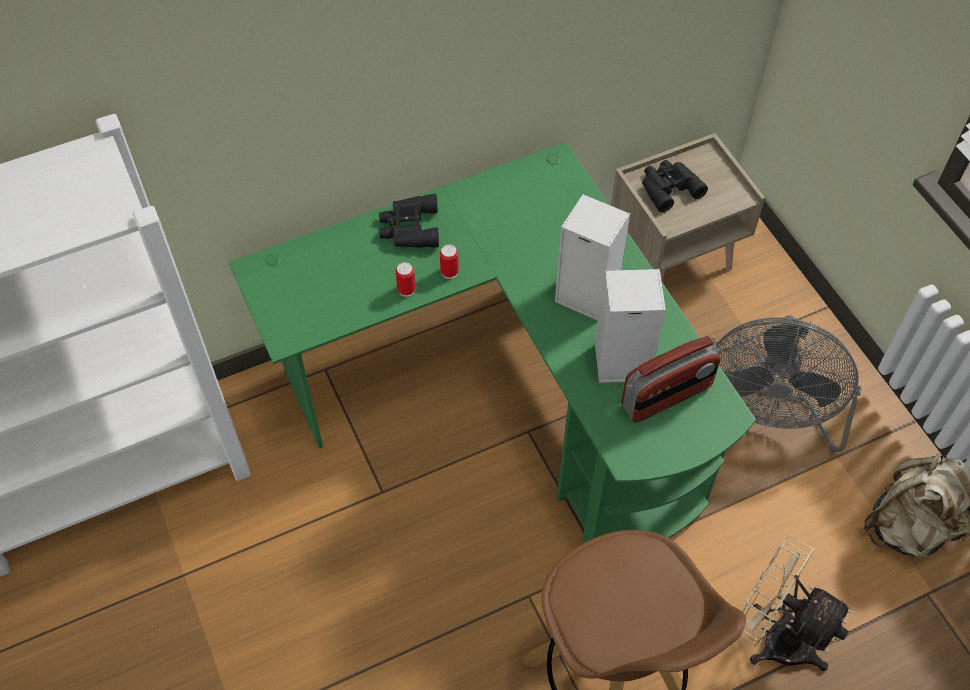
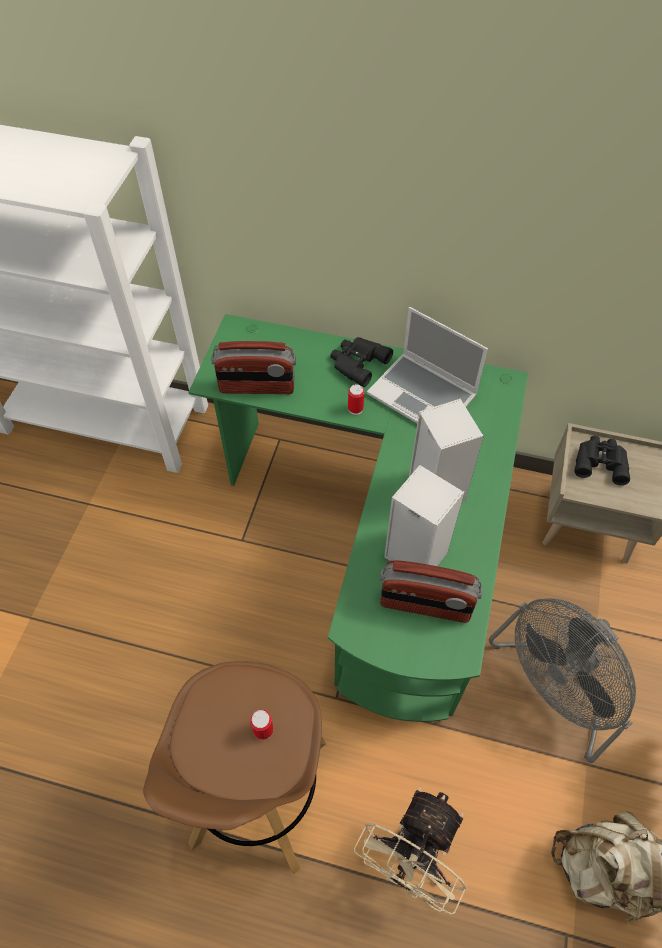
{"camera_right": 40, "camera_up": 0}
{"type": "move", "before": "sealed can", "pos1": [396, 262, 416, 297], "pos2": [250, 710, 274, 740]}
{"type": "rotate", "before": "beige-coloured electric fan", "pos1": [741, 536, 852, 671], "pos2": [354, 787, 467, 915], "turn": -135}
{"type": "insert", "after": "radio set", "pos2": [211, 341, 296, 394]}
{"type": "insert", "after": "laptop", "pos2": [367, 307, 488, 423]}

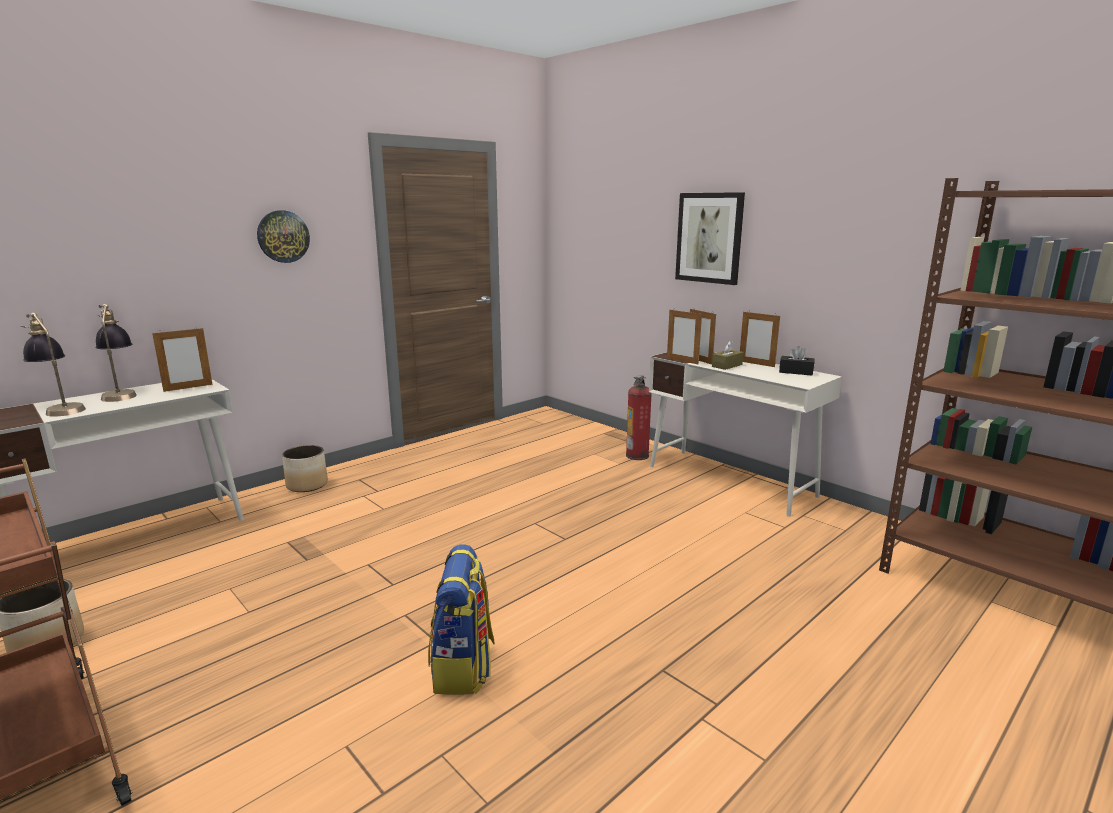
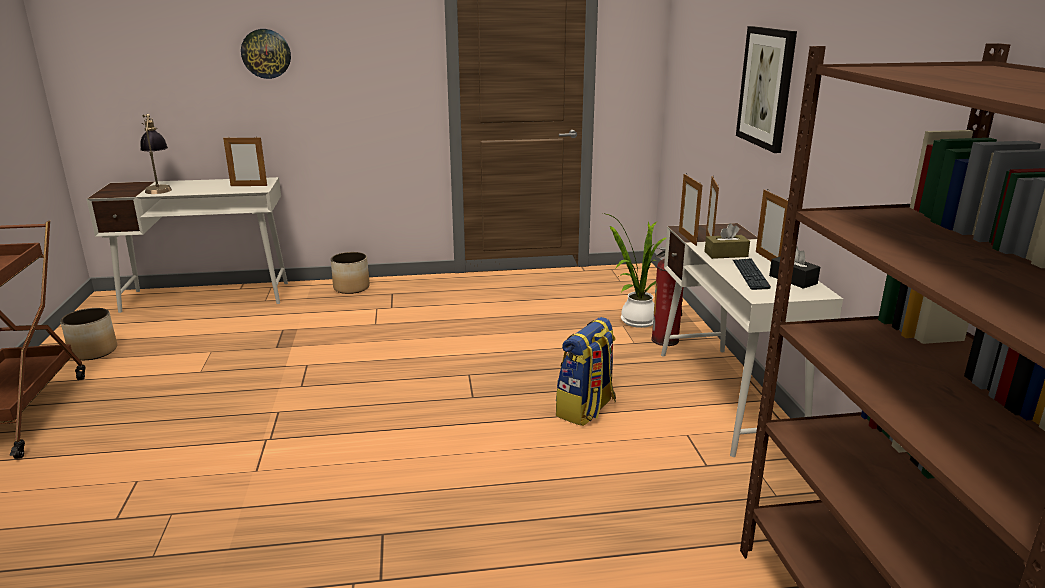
{"camera_right": 35, "camera_up": 5}
{"type": "delete", "before": "lamp for a table", "pos1": [96, 304, 137, 402]}
{"type": "move", "before": "hanging clock", "pos1": [257, 210, 310, 263], "pos2": [241, 29, 291, 79]}
{"type": "move", "before": "backpack", "pos1": [428, 544, 495, 695], "pos2": [556, 317, 616, 426]}
{"type": "insert", "after": "houseplant", "pos2": [603, 213, 666, 328]}
{"type": "insert", "after": "keyboard", "pos2": [733, 258, 771, 290]}

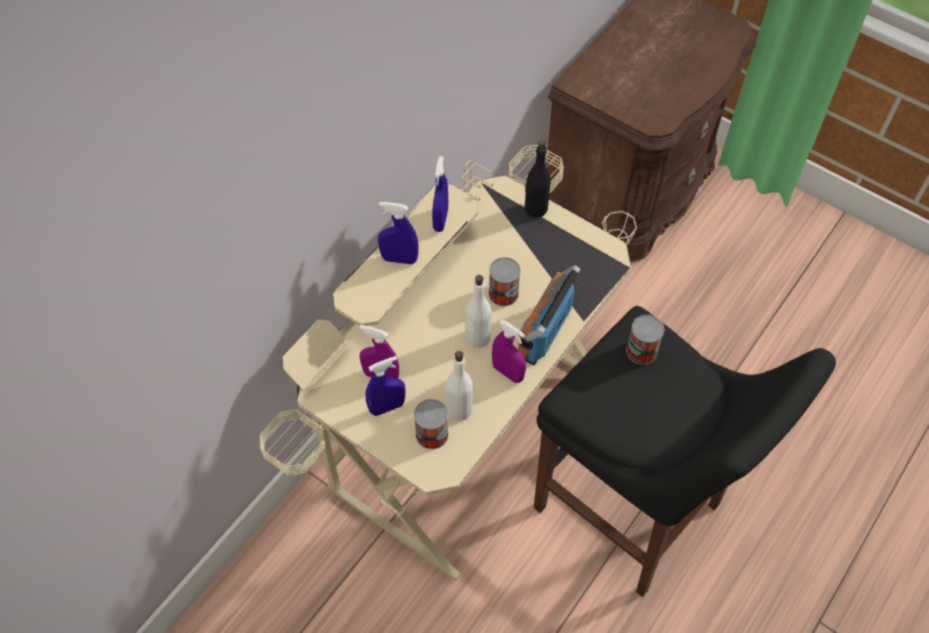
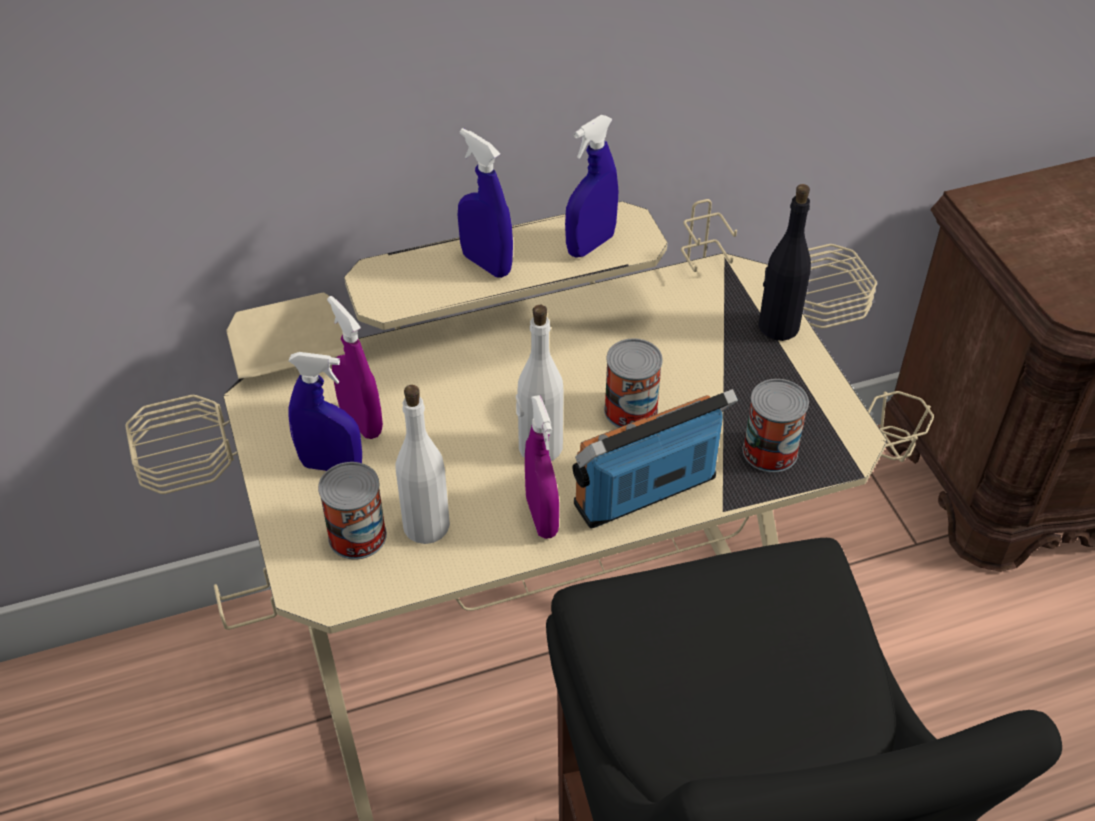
{"camera_right": 35, "camera_up": -10}
{"type": "move", "before": "sealed can", "pos1": [626, 315, 664, 365], "pos2": [743, 379, 809, 473]}

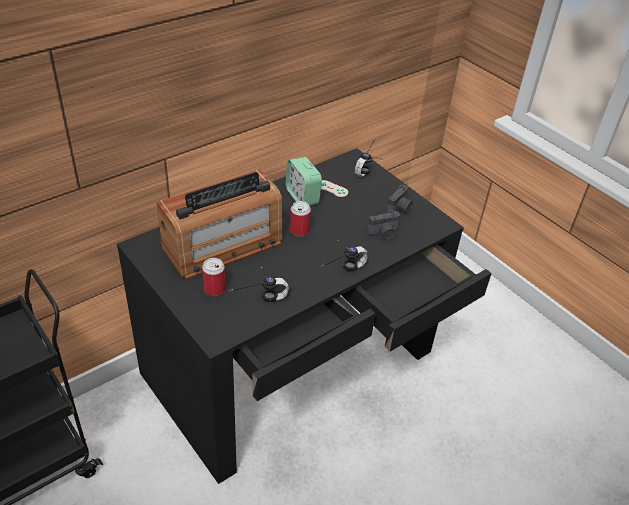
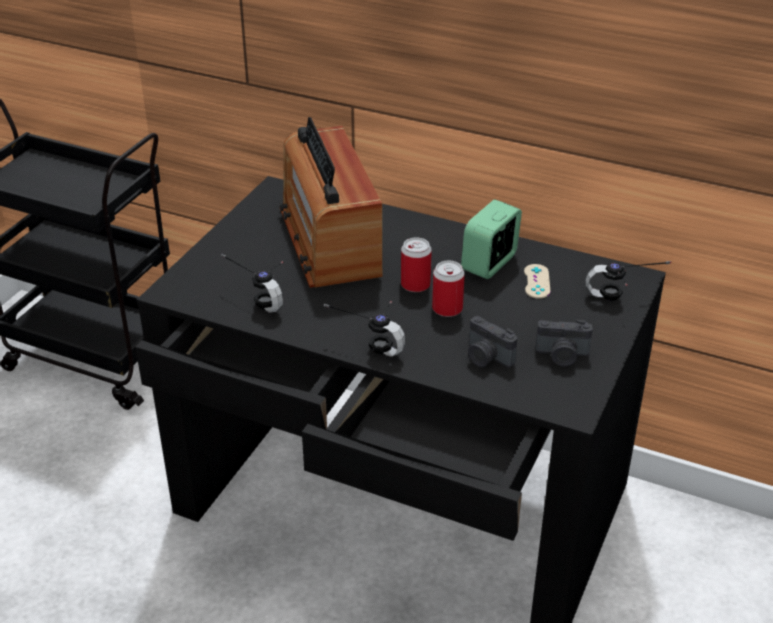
{"camera_right": 65, "camera_up": -5}
{"type": "rotate", "before": "radio set", "pos1": [157, 169, 282, 280], "pos2": [280, 117, 382, 288], "turn": 45}
{"type": "move", "before": "sealed can", "pos1": [202, 258, 225, 296], "pos2": [432, 261, 465, 317]}

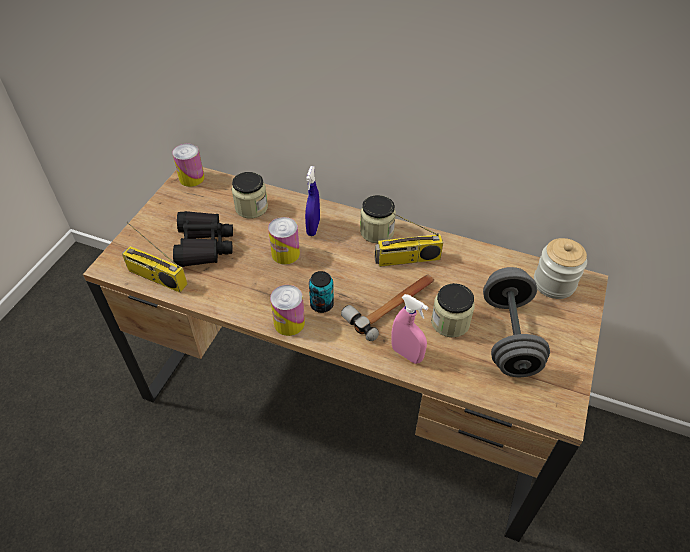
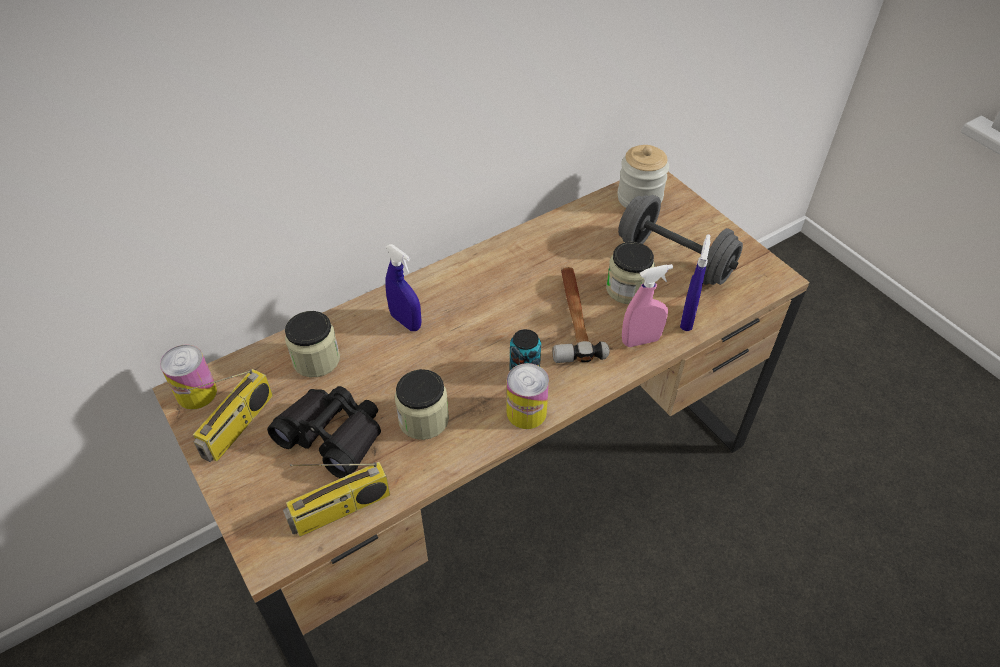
{"camera_right": -55, "camera_up": 0}
{"type": "delete", "before": "sealed can", "pos1": [268, 217, 300, 265]}
{"type": "move", "before": "jar", "pos1": [360, 195, 396, 243], "pos2": [395, 369, 449, 440]}
{"type": "move", "before": "radio set", "pos1": [375, 212, 443, 267], "pos2": [188, 369, 273, 462]}
{"type": "insert", "after": "blue-coloured spray bottle", "pos2": [680, 234, 710, 331]}

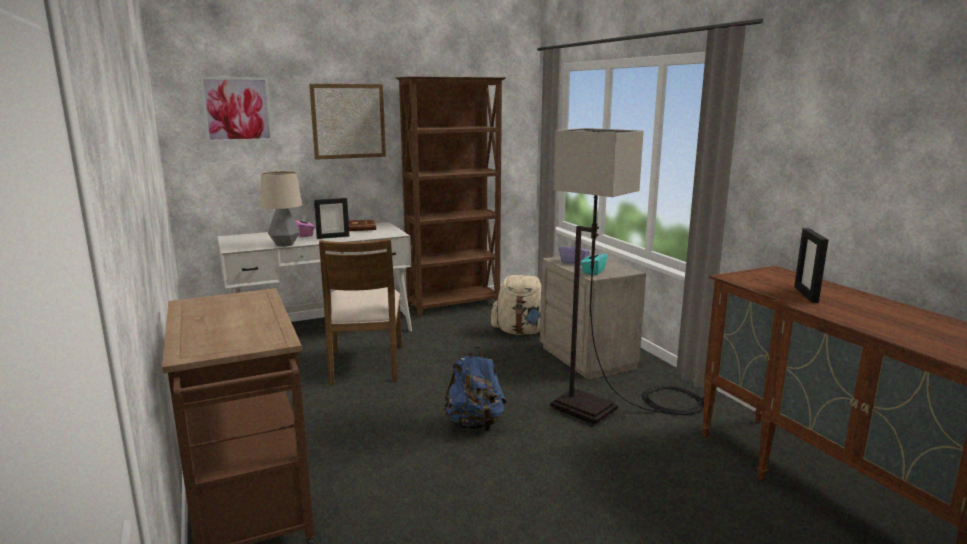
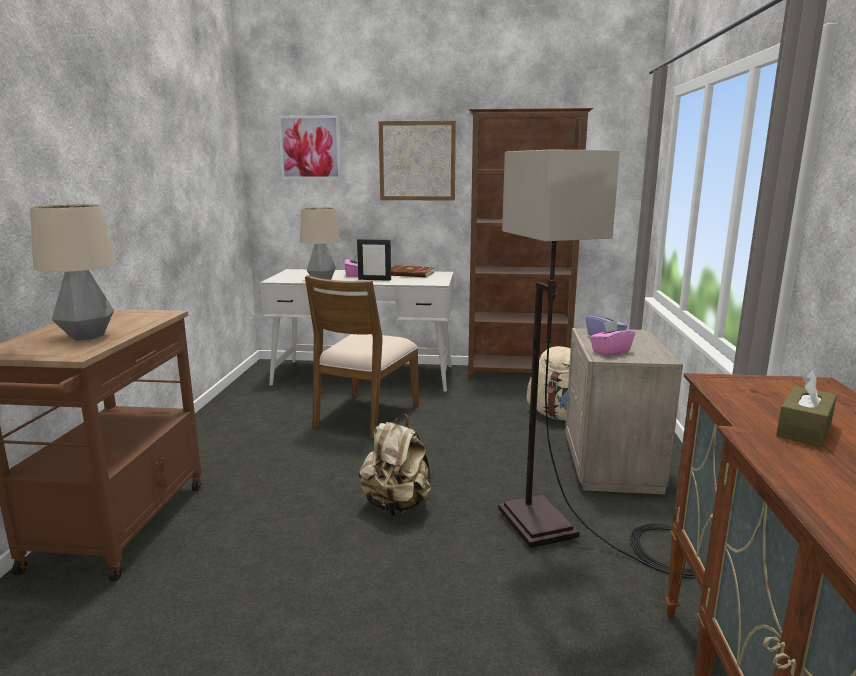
{"camera_right": 30, "camera_up": 0}
{"type": "recolor", "before": "blue-coloured backpack", "after": "beige-coloured backpack", "pos1": [441, 346, 507, 432], "pos2": [359, 414, 431, 516]}
{"type": "recolor", "before": "turquoise box of tissues", "after": "pink-coloured box of tissues", "pos1": [581, 249, 607, 275], "pos2": [590, 320, 635, 356]}
{"type": "replace", "before": "picture frame", "after": "brownish box of tissues", "pos1": [794, 228, 828, 303], "pos2": [776, 370, 837, 447]}
{"type": "insert", "after": "lamp for a table", "pos2": [30, 204, 116, 340]}

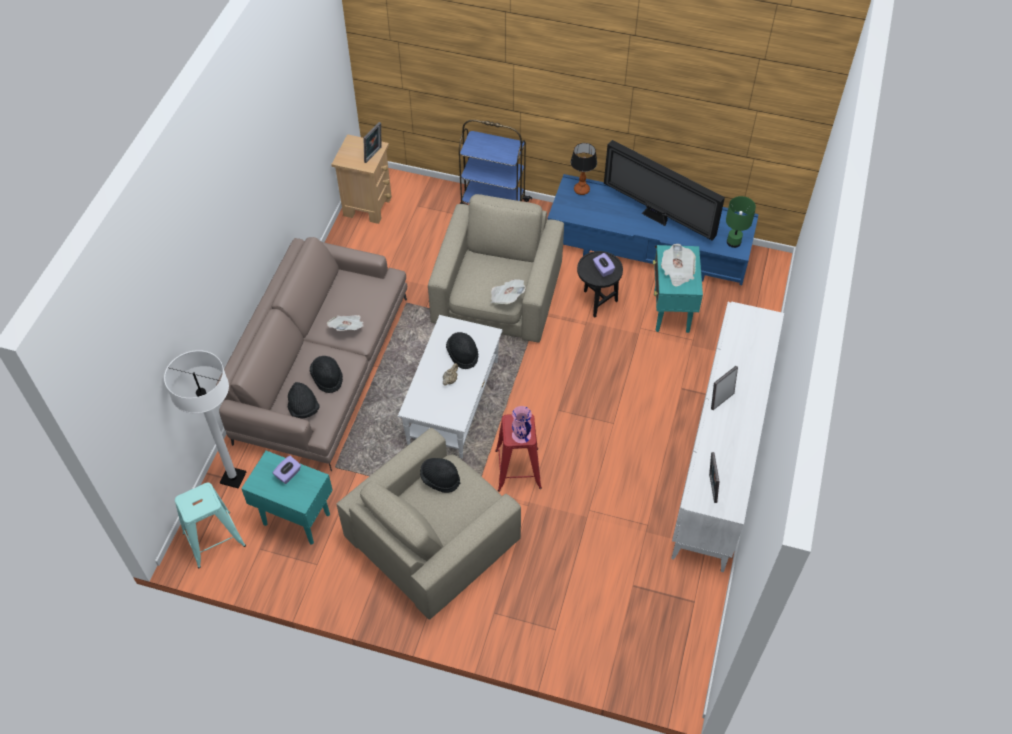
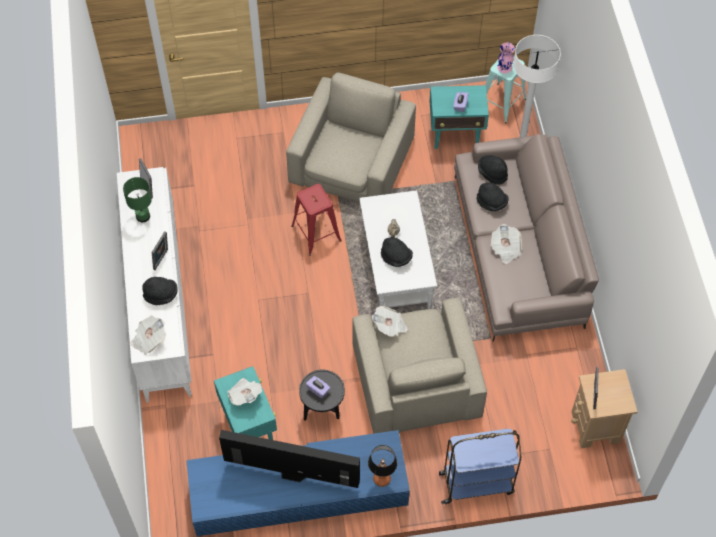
{"camera_right": 155, "camera_up": 5}
{"type": "move", "before": "black-coloured hat", "pos1": [420, 458, 460, 493], "pos2": [142, 277, 178, 305]}
{"type": "move", "before": "pink-coloured decorative vase", "pos1": [512, 406, 532, 443], "pos2": [497, 42, 515, 73]}
{"type": "move", "before": "green-coloured lamp for a table", "pos1": [726, 196, 756, 248], "pos2": [123, 177, 152, 222]}
{"type": "insert", "after": "daily paper", "pos2": [130, 316, 166, 355]}

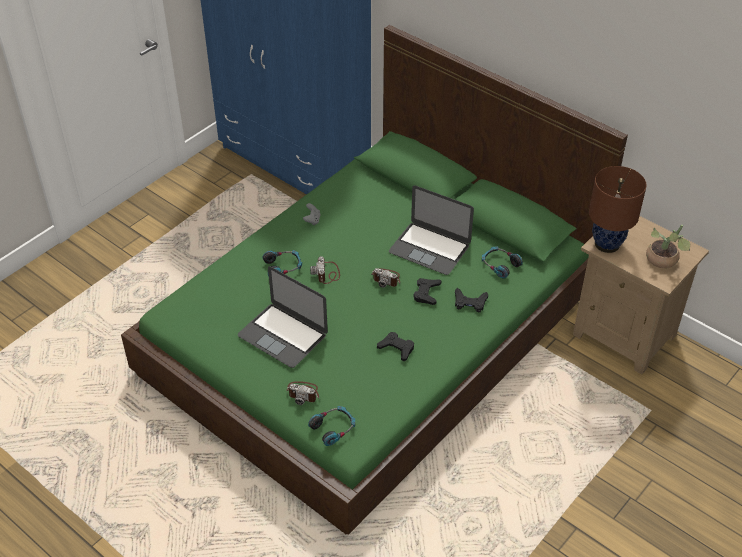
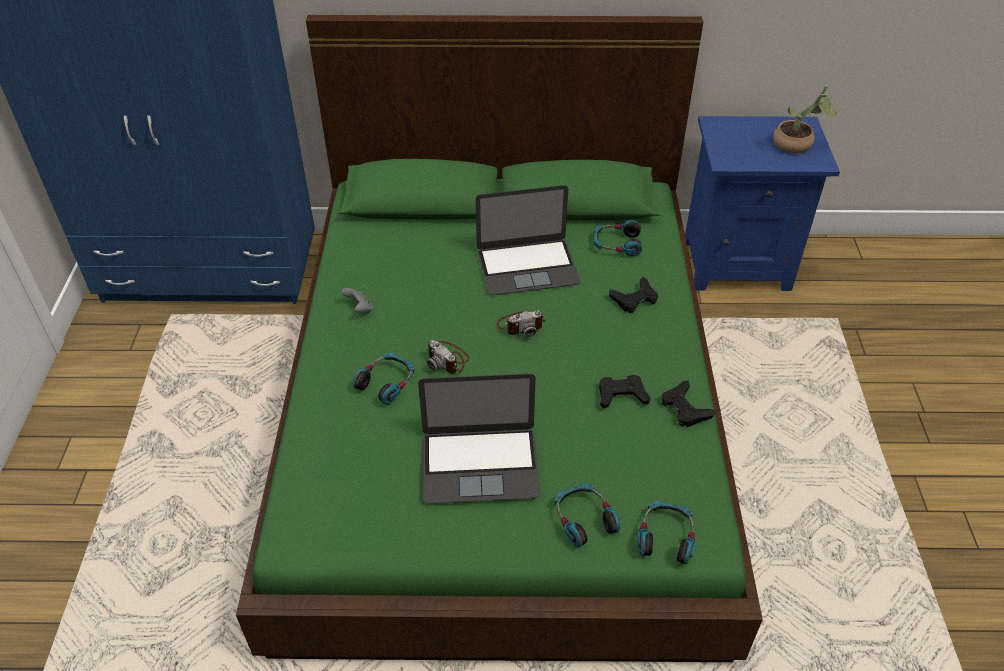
{"camera_right": -40, "camera_up": 0}
{"type": "replace", "before": "photo camera", "after": "headset", "pos1": [286, 381, 319, 405], "pos2": [555, 483, 620, 548]}
{"type": "move", "before": "black-coloured gamepad", "pos1": [413, 278, 442, 305], "pos2": [661, 381, 715, 427]}
{"type": "recolor", "before": "beige-coloured bedside table", "after": "blue-coloured bedside table", "pos1": [573, 216, 709, 375], "pos2": [685, 116, 840, 291]}
{"type": "delete", "before": "brownish lamp for a table", "pos1": [589, 166, 647, 253]}

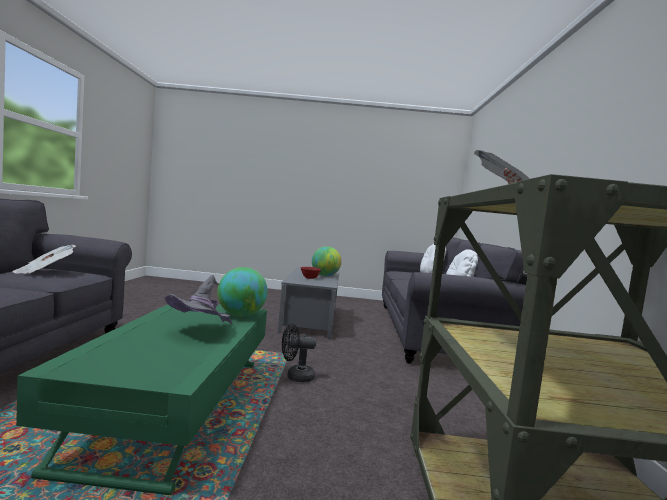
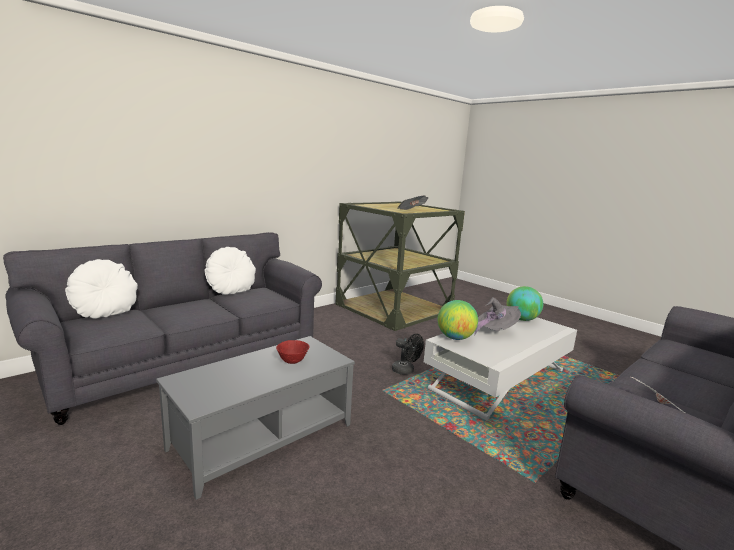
{"camera_right": -135, "camera_up": 10}
{"type": "recolor", "before": "green-coloured low table", "after": "white low table", "pos1": [16, 304, 267, 495], "pos2": [424, 317, 577, 421]}
{"type": "move", "before": "desk globe", "pos1": [312, 246, 342, 276], "pos2": [507, 286, 543, 321]}

